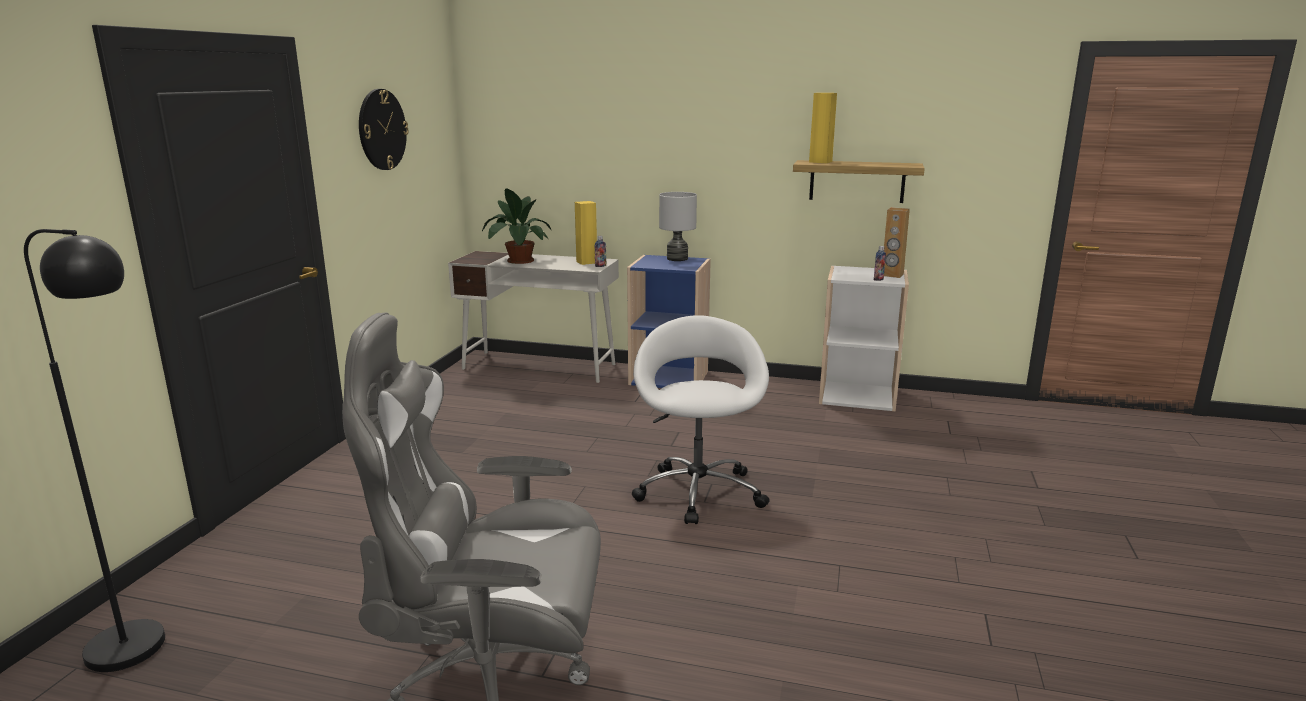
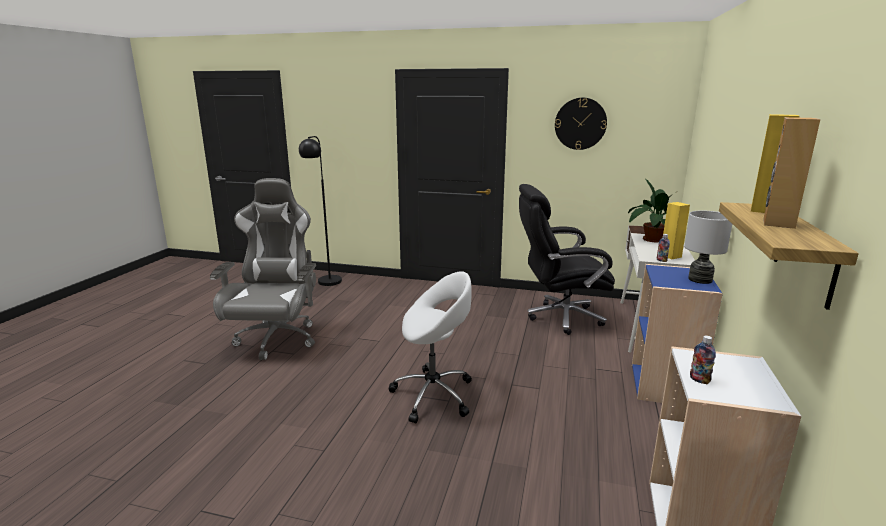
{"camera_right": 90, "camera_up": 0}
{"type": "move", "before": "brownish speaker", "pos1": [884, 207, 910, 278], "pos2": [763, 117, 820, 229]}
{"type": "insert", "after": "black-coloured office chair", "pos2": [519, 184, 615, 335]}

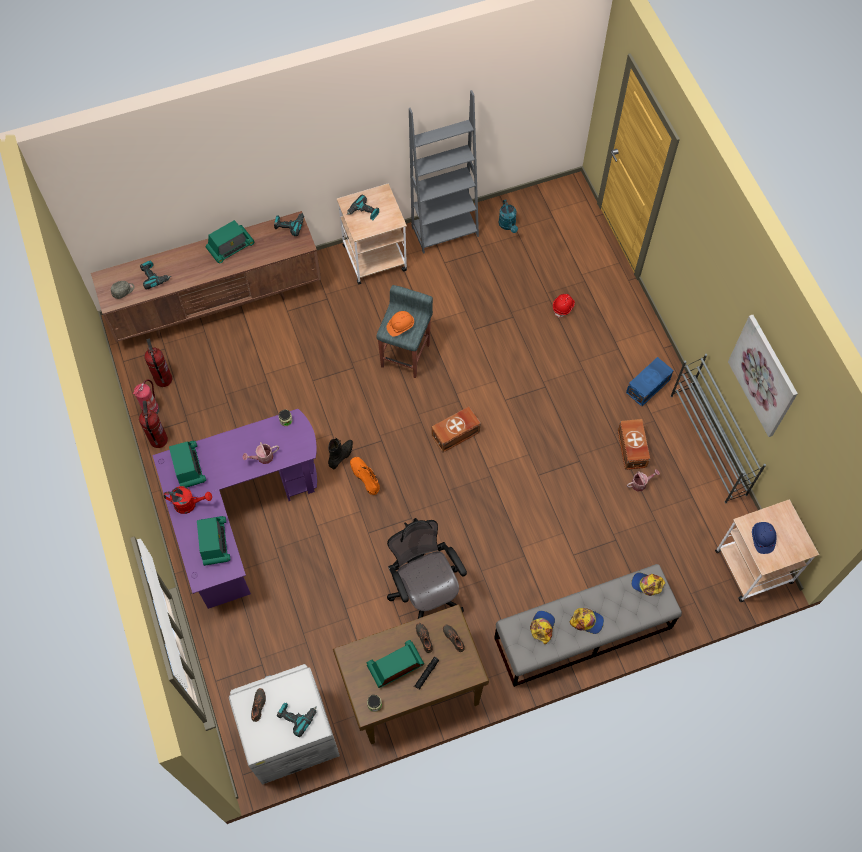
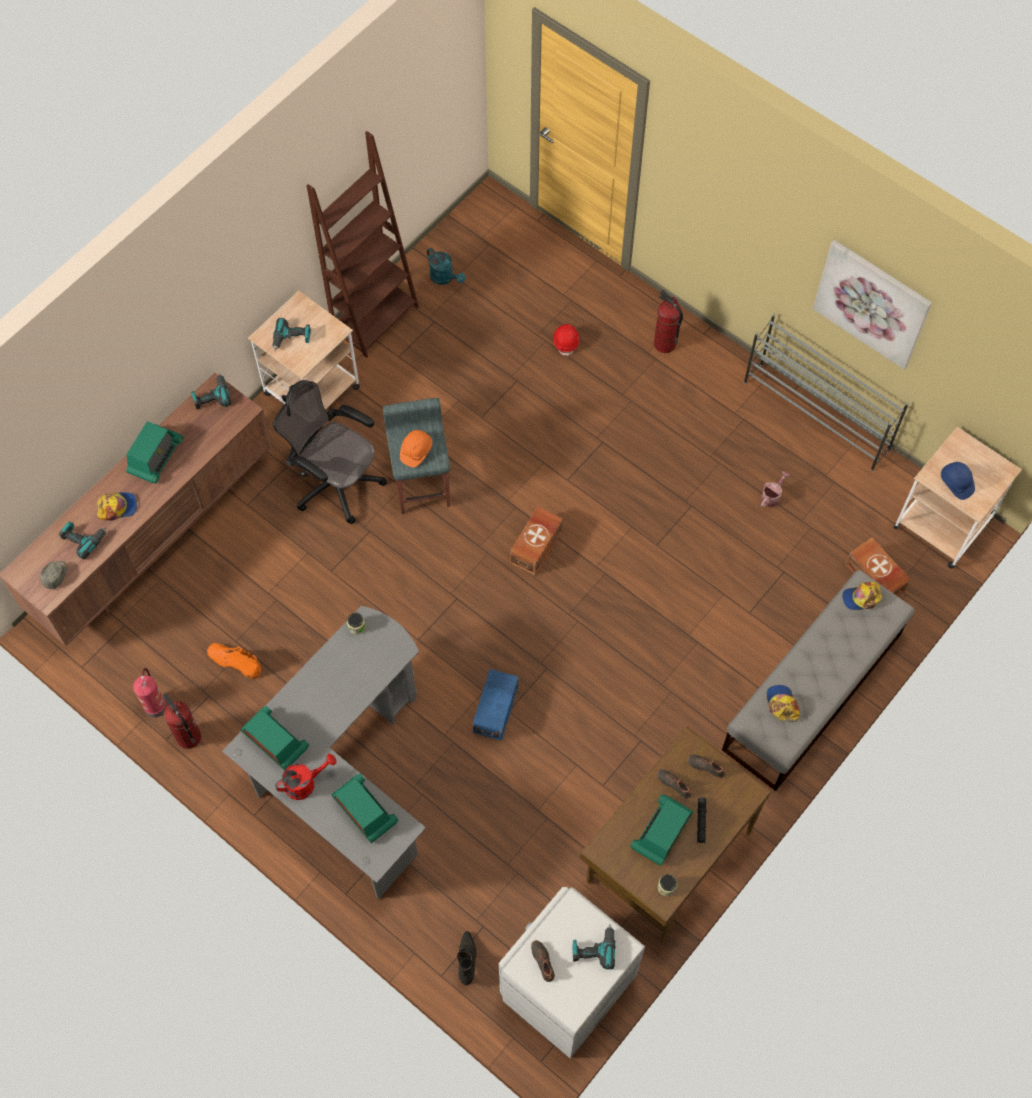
{"camera_right": -30, "camera_up": 0}
{"type": "move", "before": "fire extinguisher", "pos1": [144, 339, 172, 387], "pos2": [654, 290, 683, 353]}
{"type": "recolor", "before": "purple-coloured desk unit", "after": "greyish desk unit", "pos1": [152, 409, 317, 609], "pos2": [222, 606, 426, 899]}
{"type": "delete", "before": "watering pot", "pos1": [243, 442, 279, 464]}
{"type": "move", "before": "black-coloured tall boot", "pos1": [328, 437, 353, 469], "pos2": [457, 931, 477, 985]}
{"type": "move", "before": "orangey tall boot", "pos1": [350, 457, 380, 495], "pos2": [207, 643, 261, 679]}
{"type": "move", "before": "office chair", "pos1": [387, 518, 467, 619], "pos2": [273, 380, 387, 524]}
{"type": "recolor", "before": "greyish bookshelf", "after": "brownish bookshelf", "pos1": [409, 90, 479, 254], "pos2": [307, 131, 419, 358]}
{"type": "move", "before": "peaked cap", "pos1": [570, 608, 604, 634], "pos2": [97, 492, 137, 521]}
{"type": "move", "before": "brownish storage box", "pos1": [617, 419, 650, 470], "pos2": [845, 538, 910, 596]}
{"type": "move", "before": "blue-coloured storage box", "pos1": [626, 357, 674, 407], "pos2": [473, 669, 518, 741]}

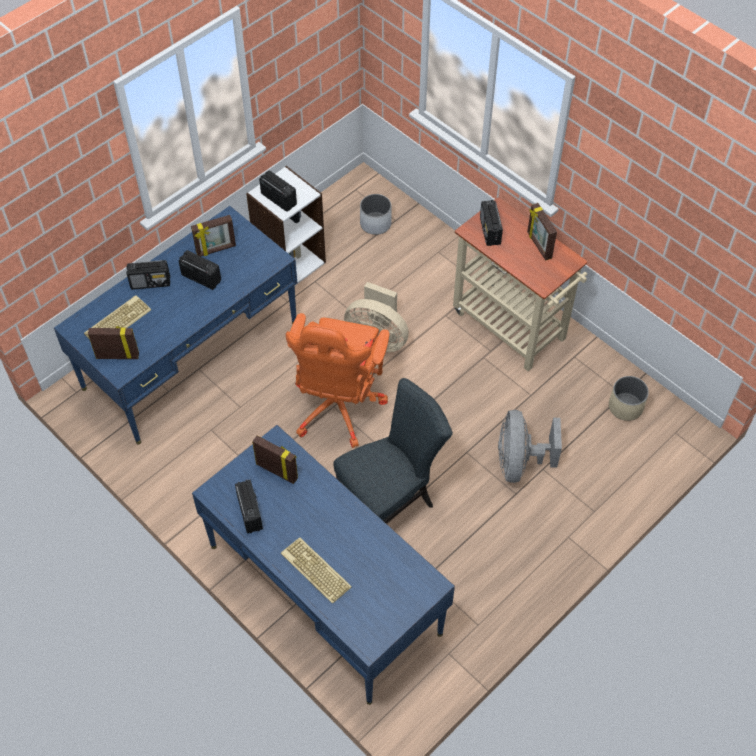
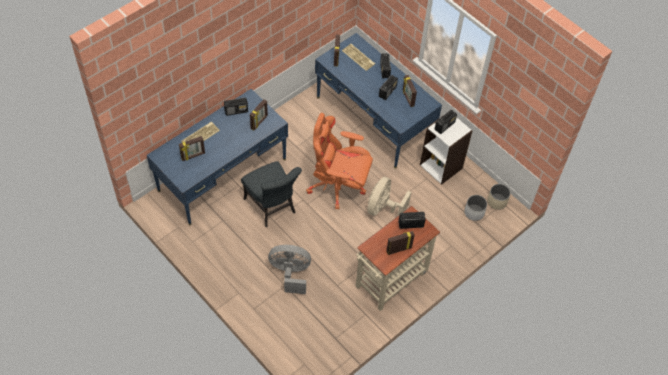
{"camera_right": 90, "camera_up": 0}
{"type": "move", "before": "beige-coloured planter", "pos1": [609, 376, 649, 421], "pos2": [487, 184, 510, 210]}
{"type": "insert", "after": "picture frame", "pos2": [179, 136, 205, 161]}

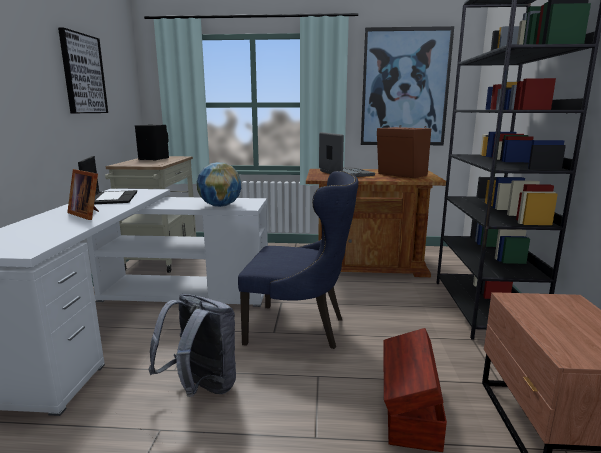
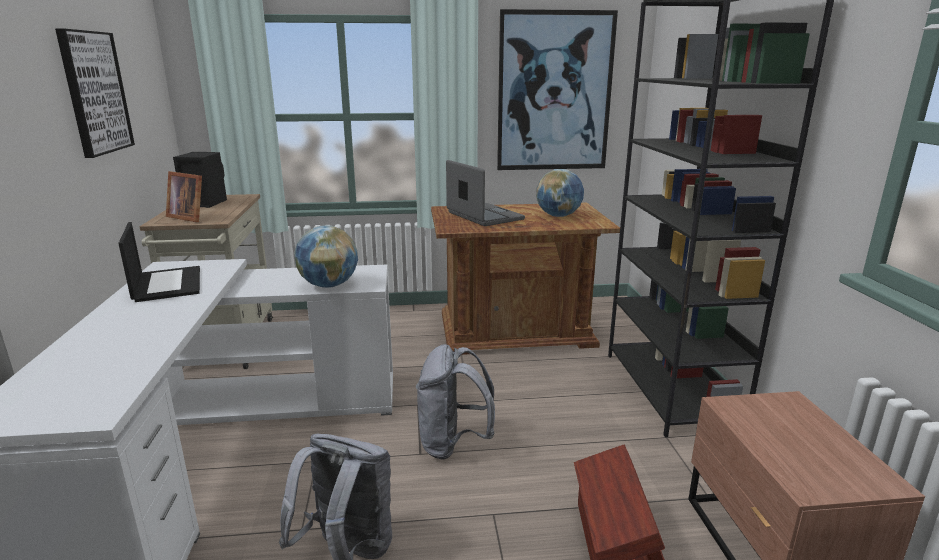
{"camera_right": -10, "camera_up": 5}
{"type": "move", "before": "picture frame", "pos1": [67, 169, 99, 220], "pos2": [166, 171, 202, 222]}
{"type": "replace", "before": "blue-coloured plain chair", "after": "greyish backpack", "pos1": [238, 171, 358, 349], "pos2": [416, 344, 495, 460]}
{"type": "replace", "before": "brownish speaker", "after": "desk globe", "pos1": [377, 125, 431, 178], "pos2": [536, 169, 584, 217]}

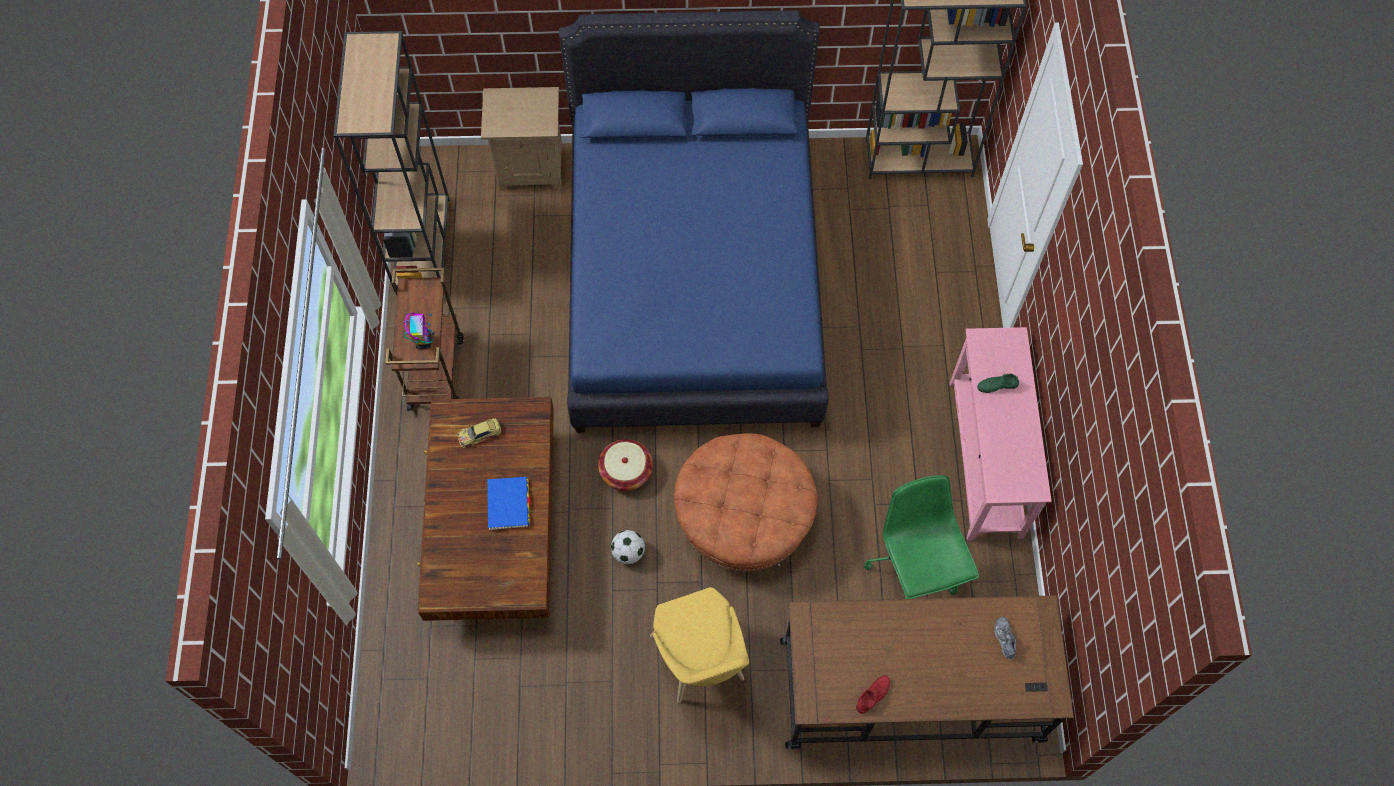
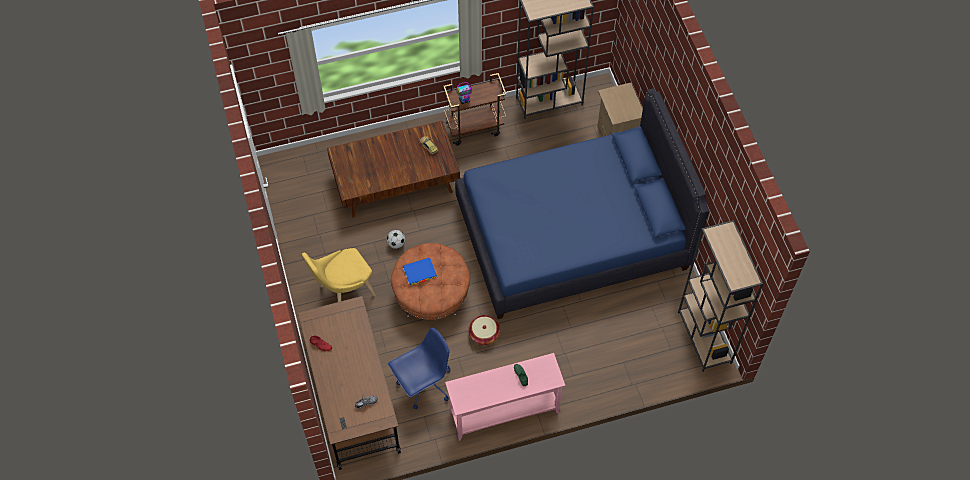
{"camera_right": 75, "camera_up": -5}
{"type": "move", "before": "blue-coloured book", "pos1": [487, 477, 531, 530], "pos2": [403, 258, 437, 285]}
{"type": "move", "before": "household basket", "pos1": [598, 439, 653, 491], "pos2": [468, 315, 500, 345]}
{"type": "recolor", "before": "green-coloured office chair", "after": "blue-coloured office chair", "pos1": [864, 475, 979, 599], "pos2": [388, 327, 450, 409]}

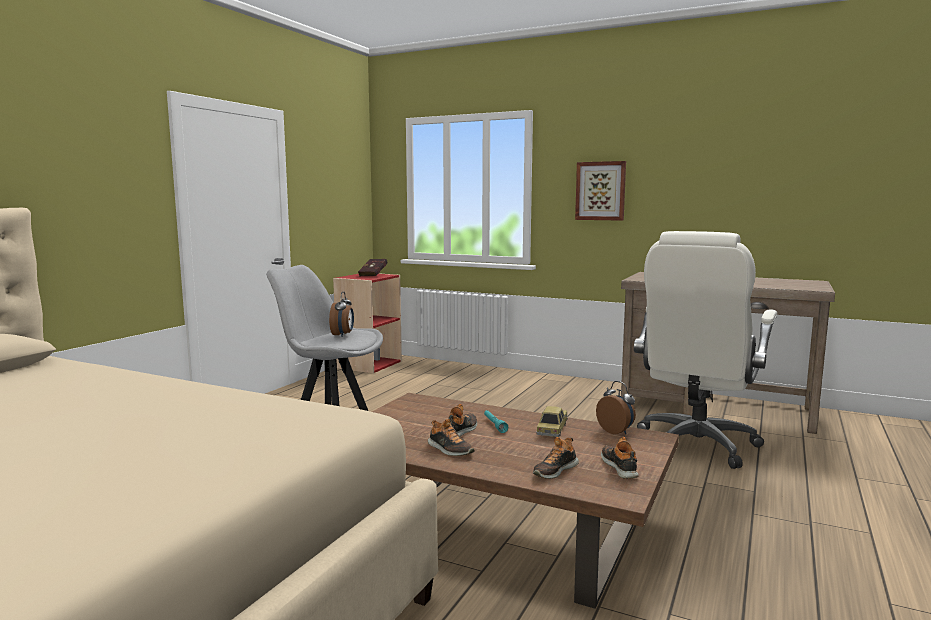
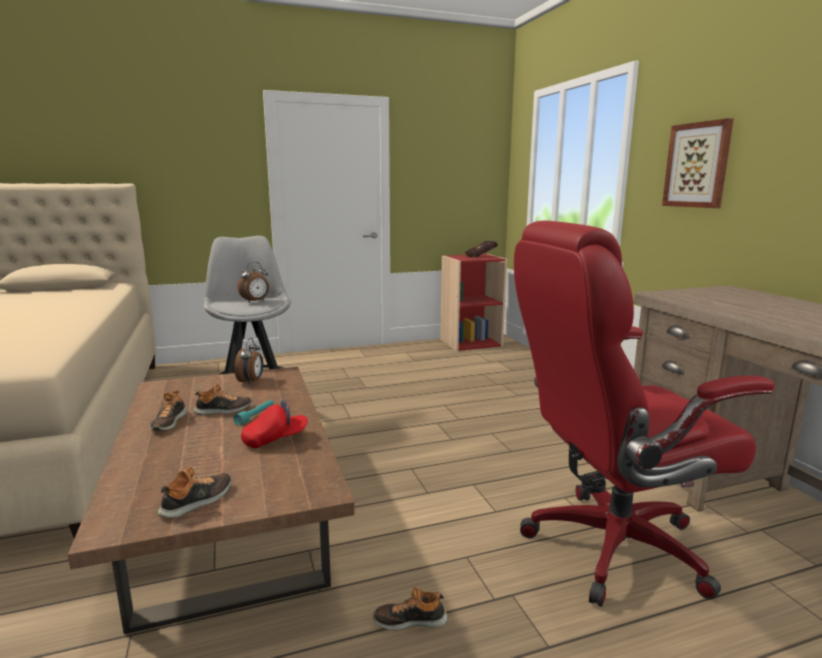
{"camera_right": 45, "camera_up": 5}
{"type": "move", "before": "low shoe", "pos1": [533, 437, 579, 479], "pos2": [373, 587, 448, 630]}
{"type": "replace", "before": "miniature car", "after": "reddish peaked cap", "pos1": [536, 406, 568, 437], "pos2": [241, 399, 308, 448]}
{"type": "move", "before": "alarm clock", "pos1": [596, 381, 636, 434], "pos2": [234, 338, 263, 385]}
{"type": "recolor", "before": "white office chair", "after": "reddish office chair", "pos1": [634, 231, 777, 469], "pos2": [514, 221, 775, 607]}

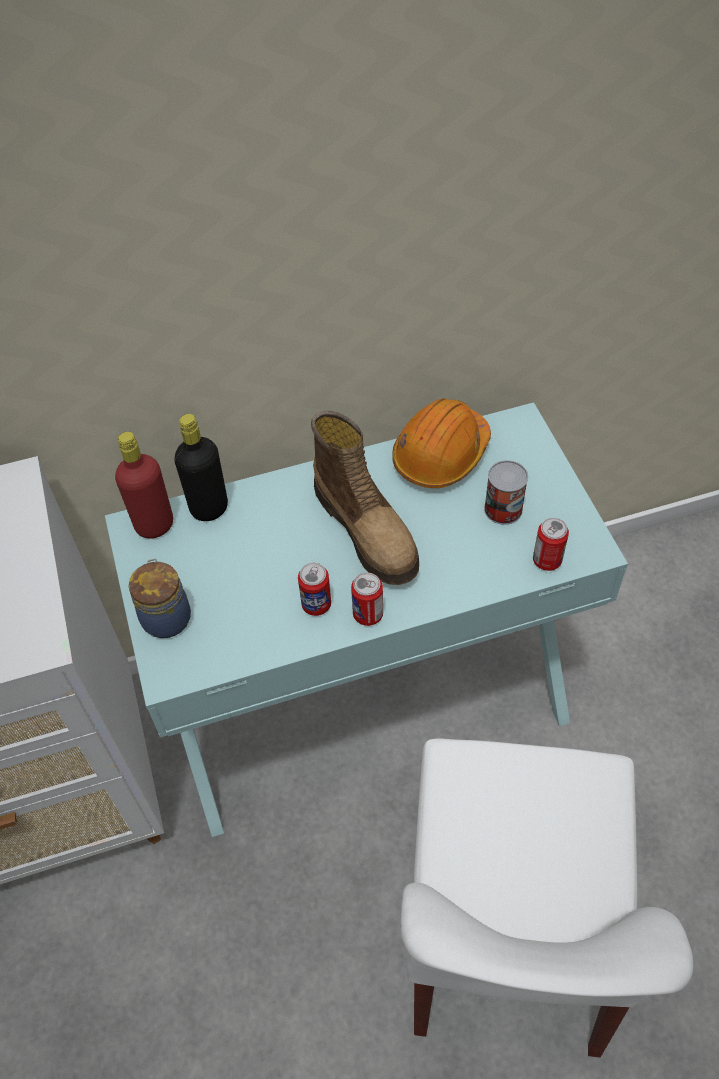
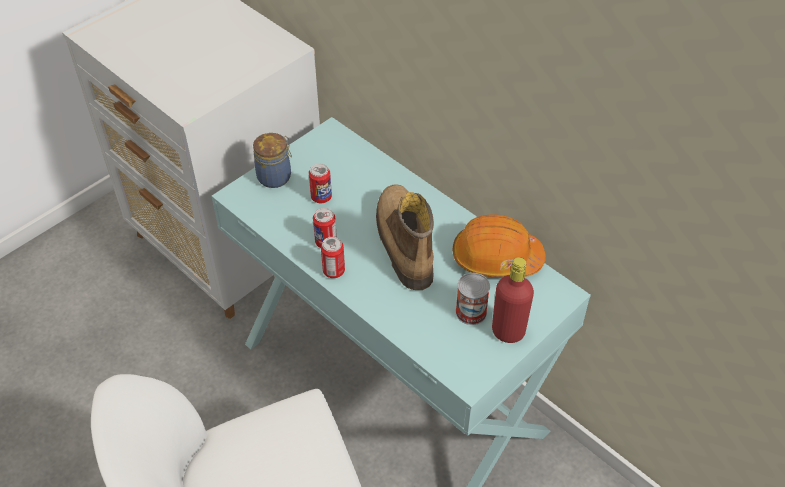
{"camera_right": 60, "camera_up": -5}
{"type": "move", "before": "reddish bottle", "pos1": [115, 432, 173, 539], "pos2": [492, 257, 534, 343]}
{"type": "delete", "before": "black-coloured bottle", "pos1": [174, 414, 228, 521]}
{"type": "rotate", "before": "tall boot", "pos1": [311, 411, 419, 585], "pos2": [376, 184, 434, 290], "turn": 135}
{"type": "move", "before": "sealed can", "pos1": [533, 518, 569, 571], "pos2": [309, 163, 332, 203]}

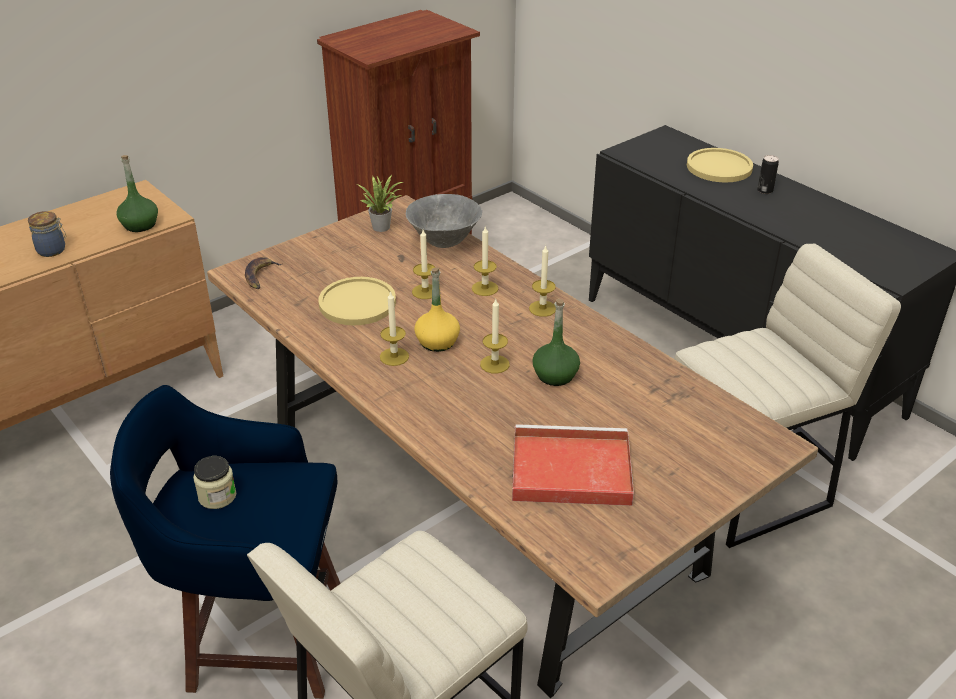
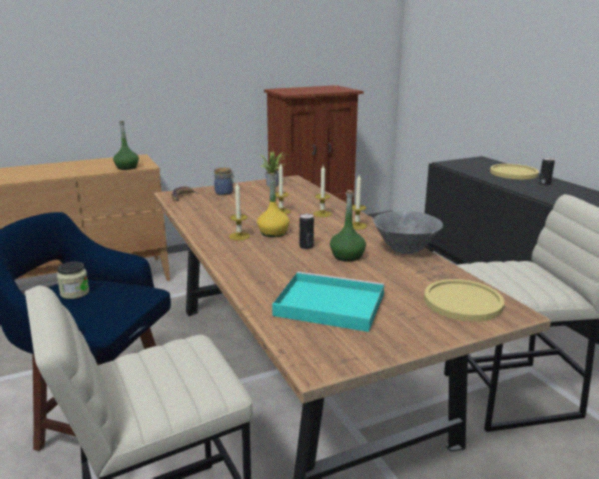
{"camera_right": 15, "camera_up": -15}
{"type": "move", "before": "jar", "pos1": [28, 211, 67, 257], "pos2": [214, 167, 235, 195]}
{"type": "move", "before": "yellow-coloured plate", "pos1": [318, 277, 396, 325], "pos2": [424, 279, 504, 322]}
{"type": "move", "before": "greyish serving bowl", "pos1": [406, 194, 482, 248], "pos2": [373, 211, 443, 254]}
{"type": "replace", "before": "wax candle", "after": "sealed can", "pos1": [480, 299, 510, 373], "pos2": [299, 214, 314, 249]}
{"type": "recolor", "before": "reddish tray", "after": "turquoise tray", "pos1": [512, 424, 634, 506], "pos2": [272, 271, 385, 332]}

